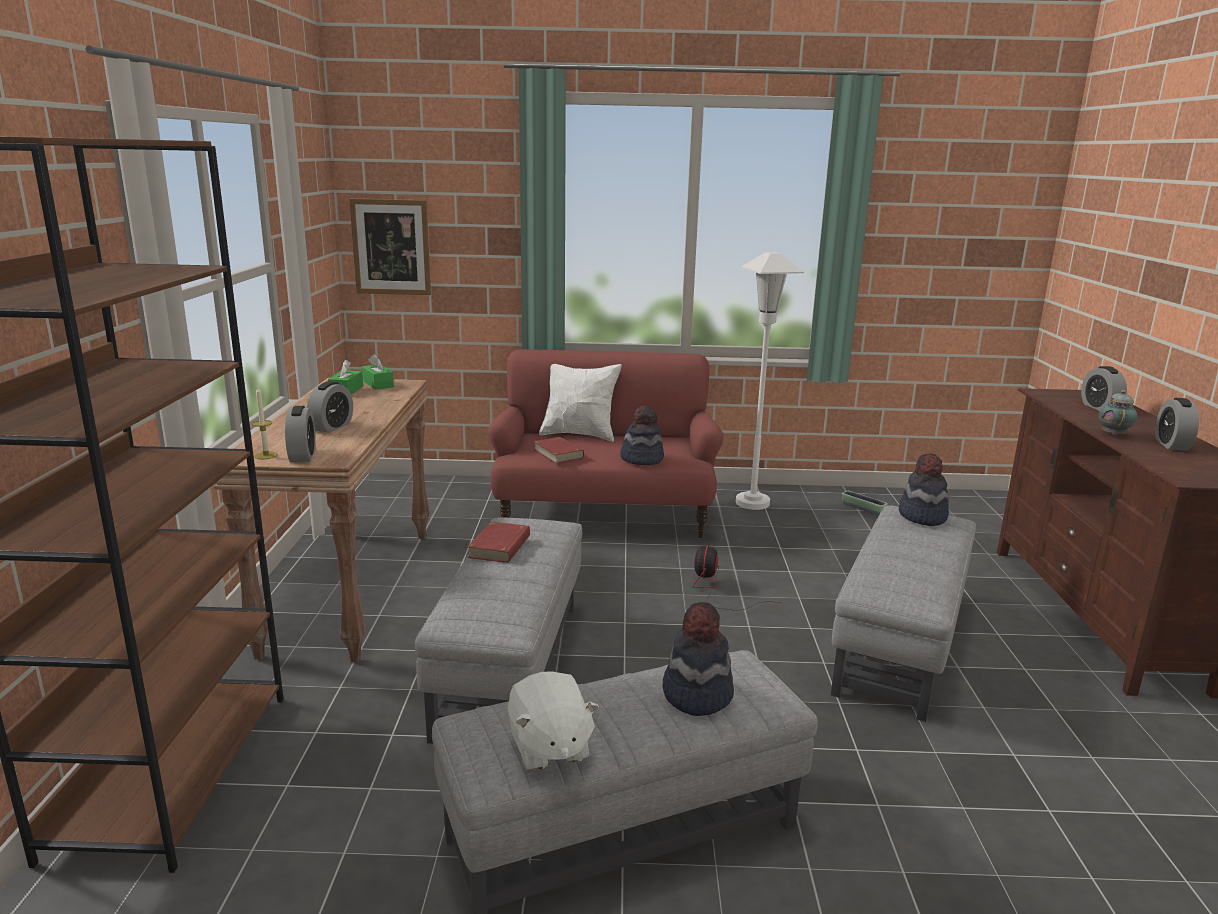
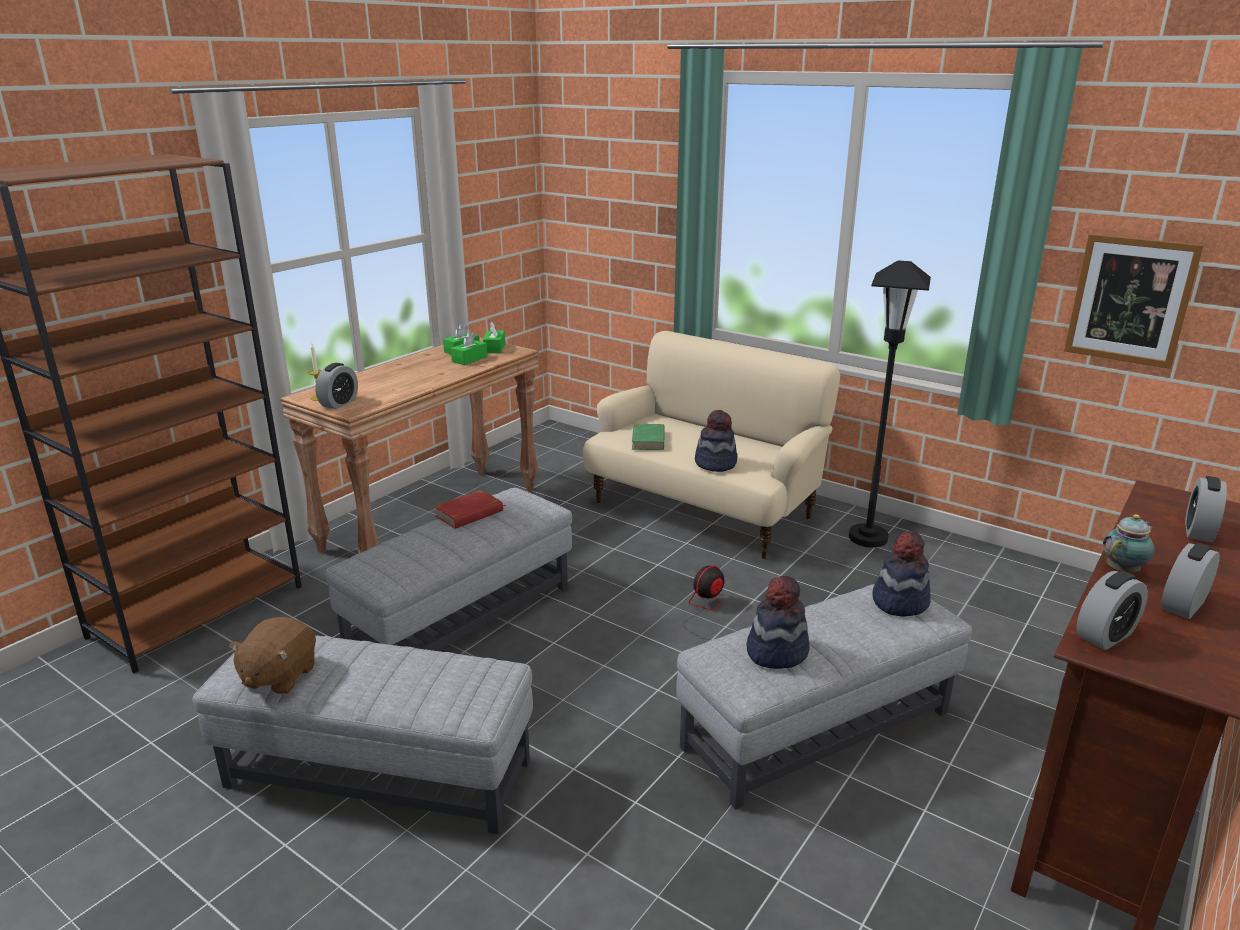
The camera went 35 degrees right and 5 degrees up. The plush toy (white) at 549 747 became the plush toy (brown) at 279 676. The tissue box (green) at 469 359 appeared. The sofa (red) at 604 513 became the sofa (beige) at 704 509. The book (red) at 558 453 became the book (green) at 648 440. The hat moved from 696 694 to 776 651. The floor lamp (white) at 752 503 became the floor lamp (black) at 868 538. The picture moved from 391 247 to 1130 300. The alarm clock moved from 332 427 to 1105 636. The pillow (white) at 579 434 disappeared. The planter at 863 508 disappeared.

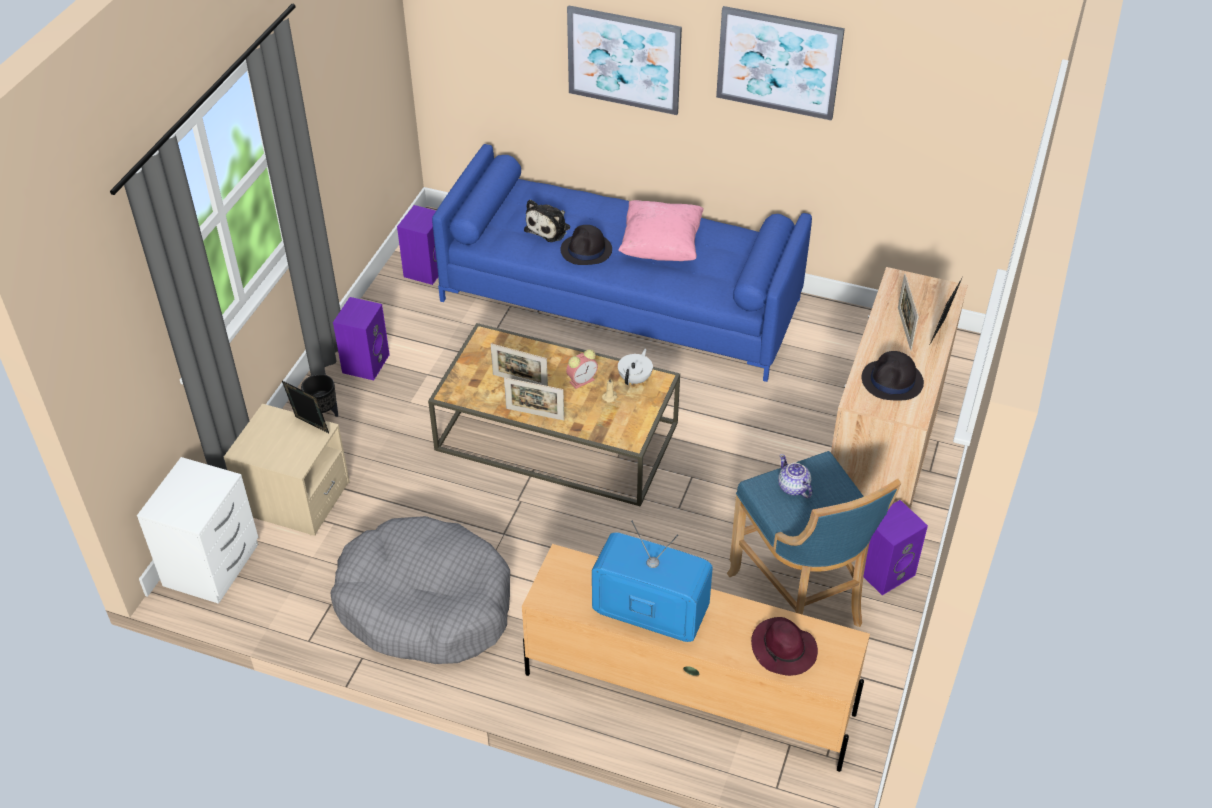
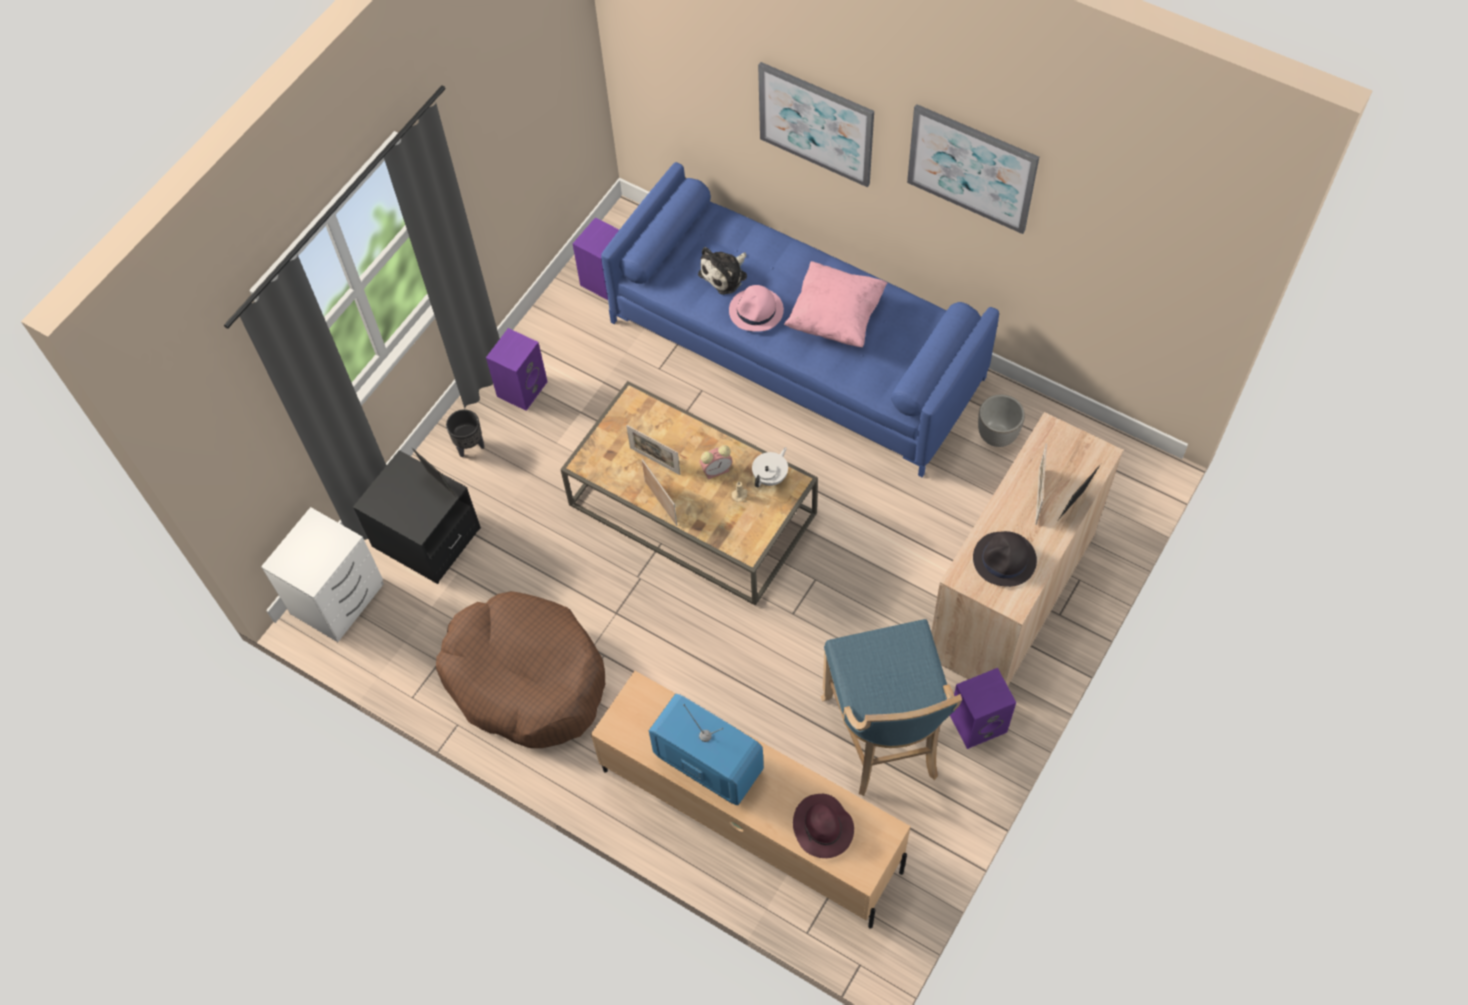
The camera went 15 degrees right and 15 degrees up. The nightstand (beige) at 295 498 became the nightstand (black) at 426 538. The dog bed (grey) at 425 604 became the dog bed (brown) at 526 678. The picture frame at 535 414 turned 150 degrees counterclockwise. The hat (black) at 586 250 became the hat (pink) at 756 311. The planter at 997 435 appeared. The teapot at 793 487 disappeared.

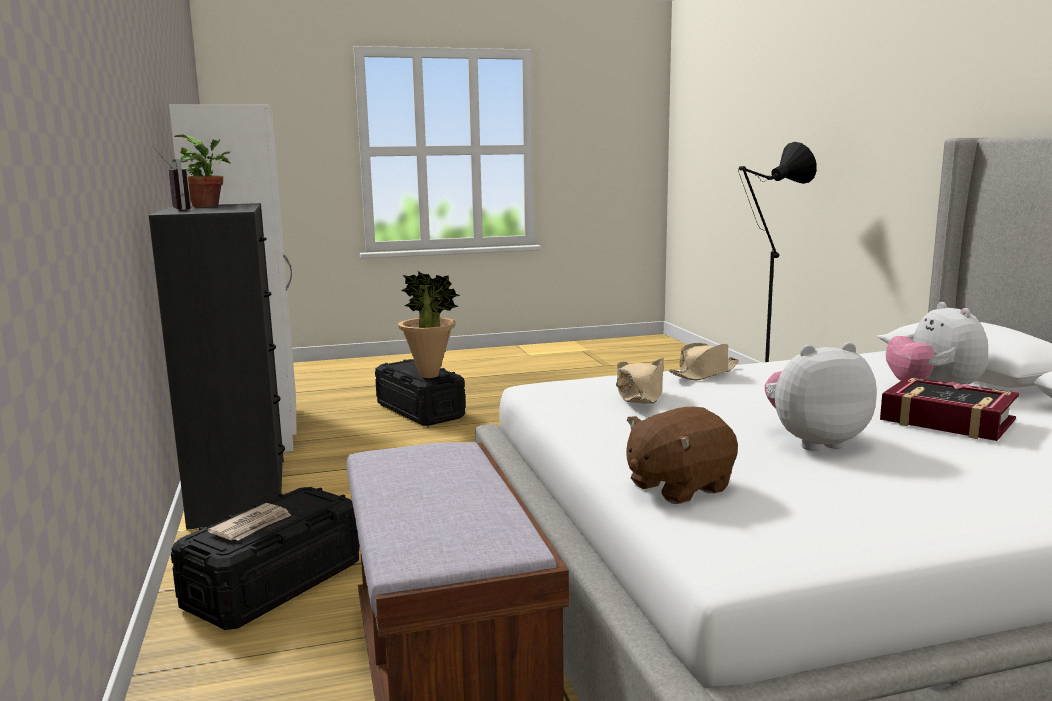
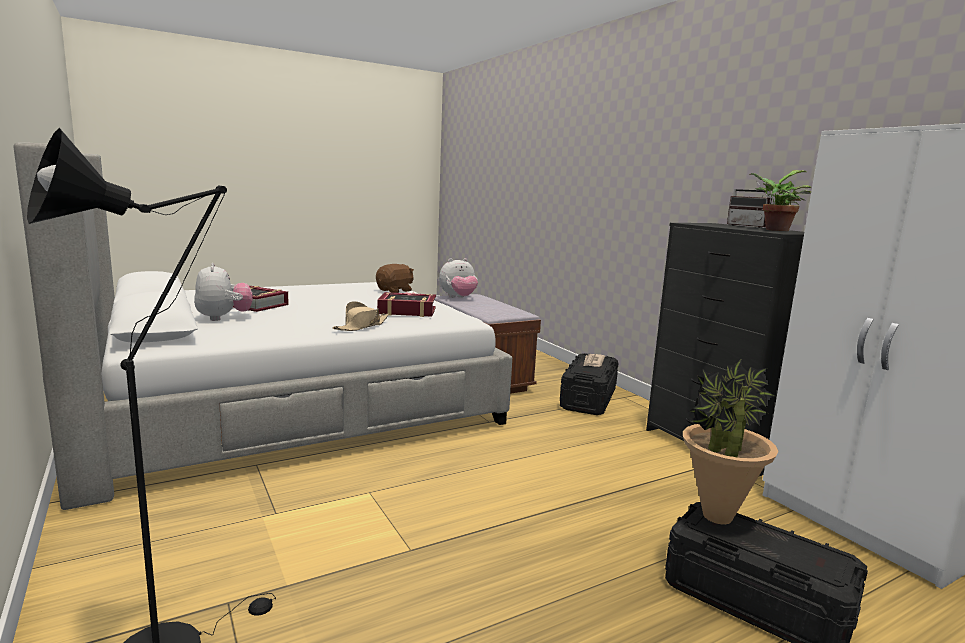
The camera went 165 degrees right and 0 degrees up. The hat (beige) at 640 394 was replaced by the book at 407 311. The plush toy moved from 814 442 to 458 298.

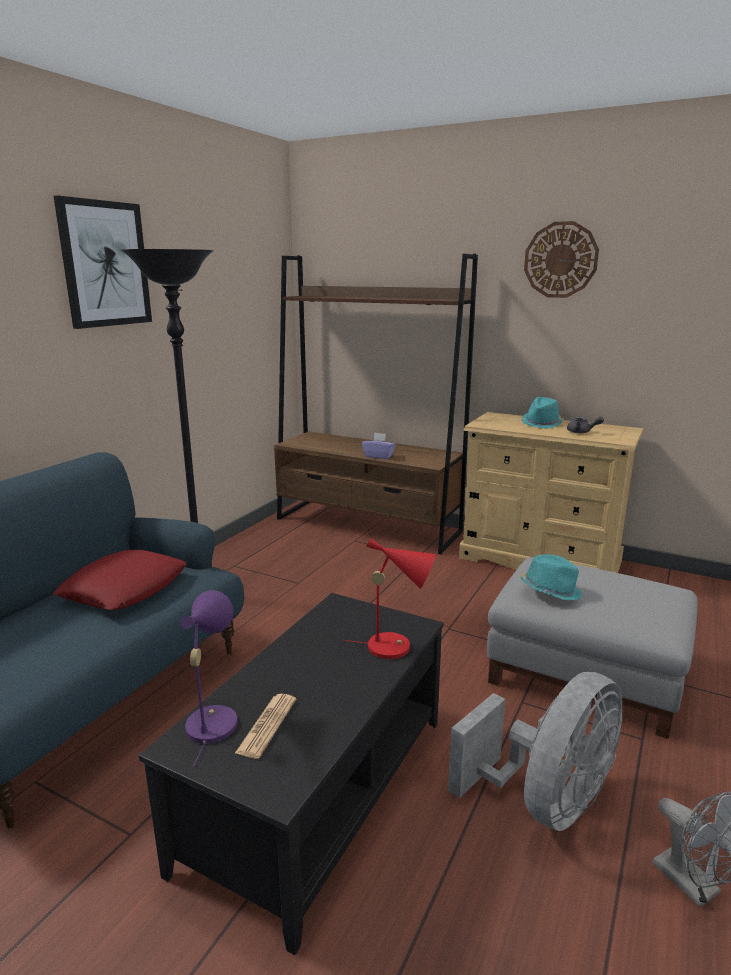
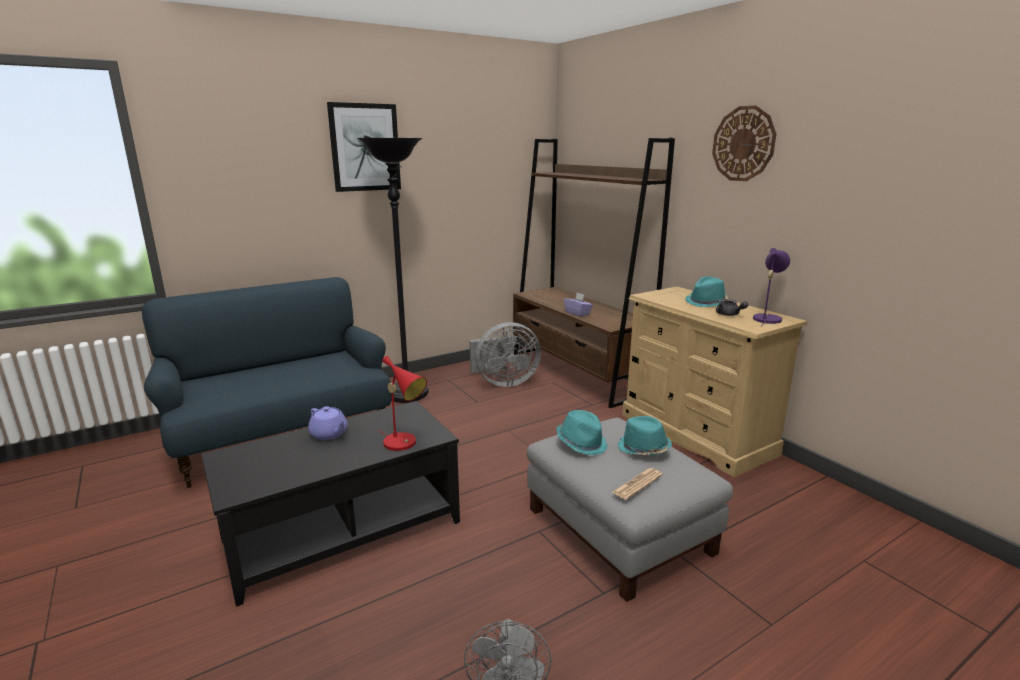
The camera went 30 degrees right and 0 degrees up. The teapot (purple) at 329 434 appeared. The fan (grey) moved from 546 802 to 503 382. The newspaper moved from 267 726 to 637 484. The hat (turquoise) at 643 449 appeared. The table lamp (purple) moved from 212 720 to 766 318. The pillow (red) at 125 588 disappeared.

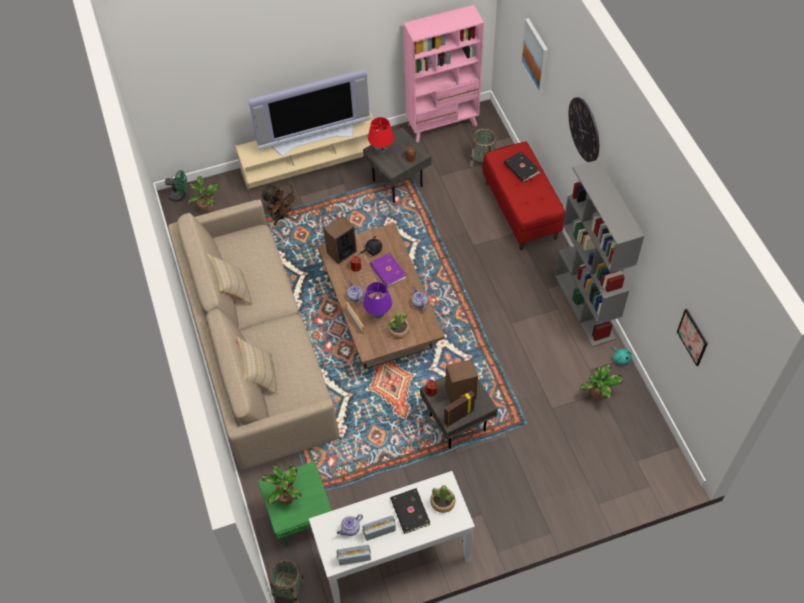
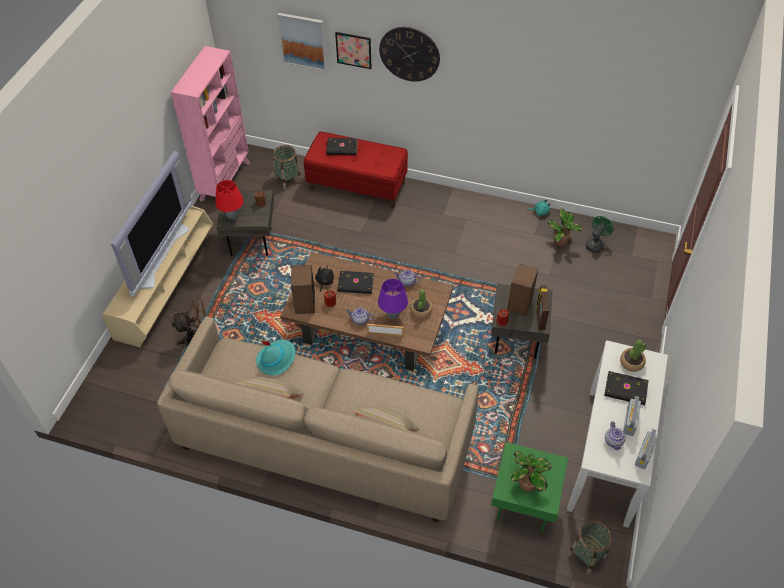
The camera went 55 degrees left and 5 degrees down. The hat (turquoise) at 276 359 appeared. The picture moved from 692 337 to 353 50. The book (purple) at 387 271 became the book (black) at 356 284. The fan (green) moved from 180 195 to 595 244. The potted plant at 207 208 disappeared. The bookcase (grey) at 585 307 disappeared.

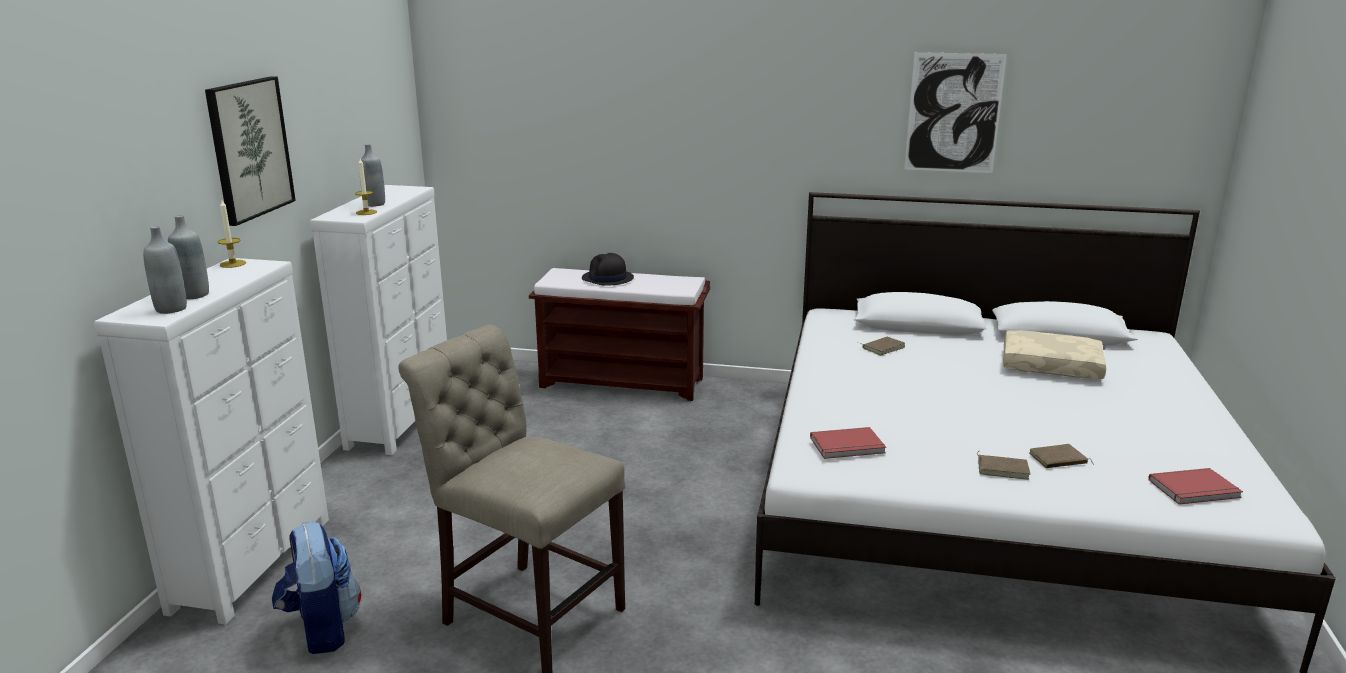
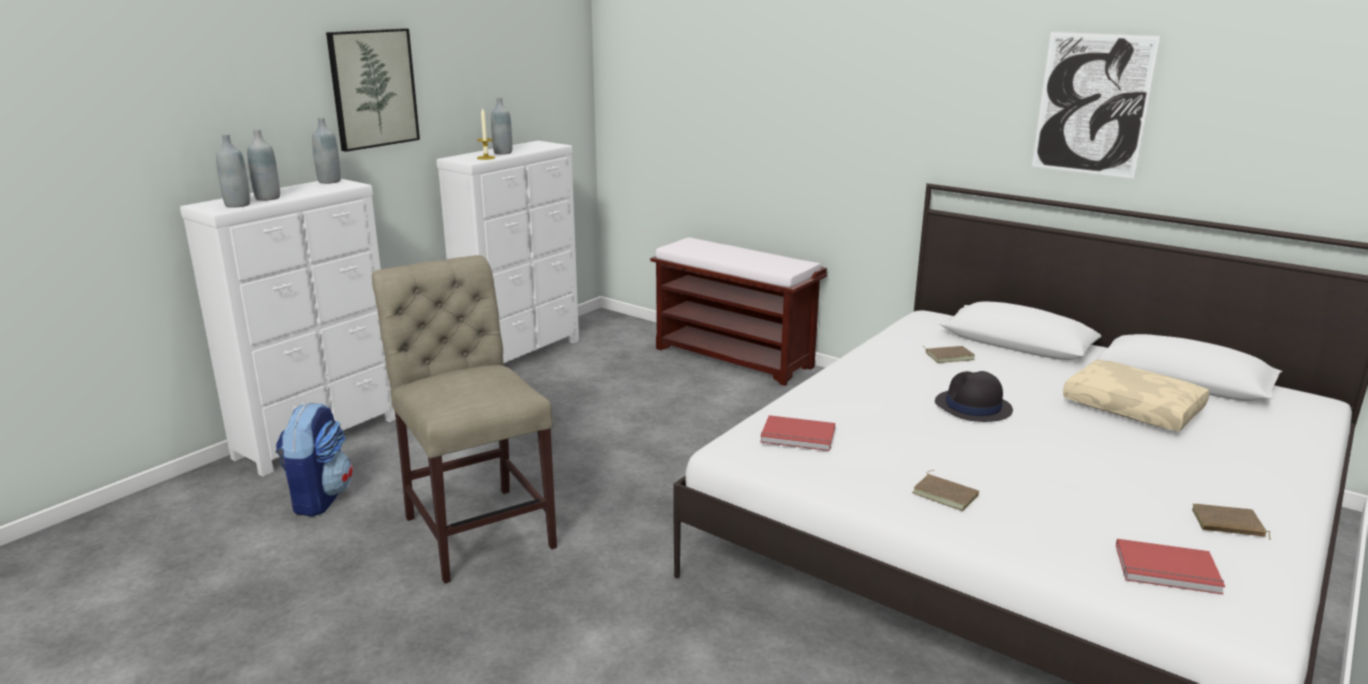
The camera went 25 degrees right and 0 degrees up. The candle at 233 264 was replaced by the bottle (grey) at 329 181. The hat (black) moved from 607 279 to 972 407. The book (brown) moved from 1058 460 to 1227 525.

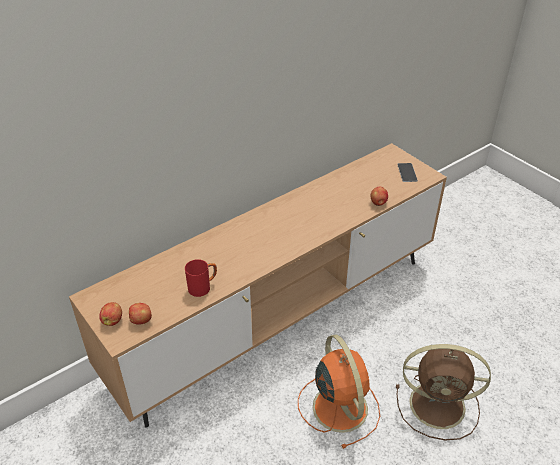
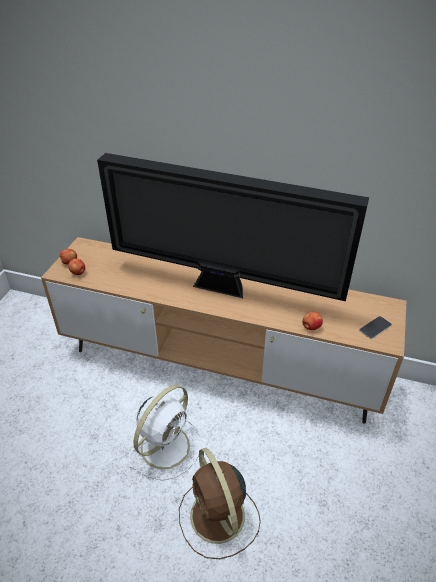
The camera went 55 degrees right and 0 degrees up. The television at 223 288 appeared. The fan (orange) at 339 406 became the fan (white) at 166 445. The mug (red) at 203 287 disappeared.

